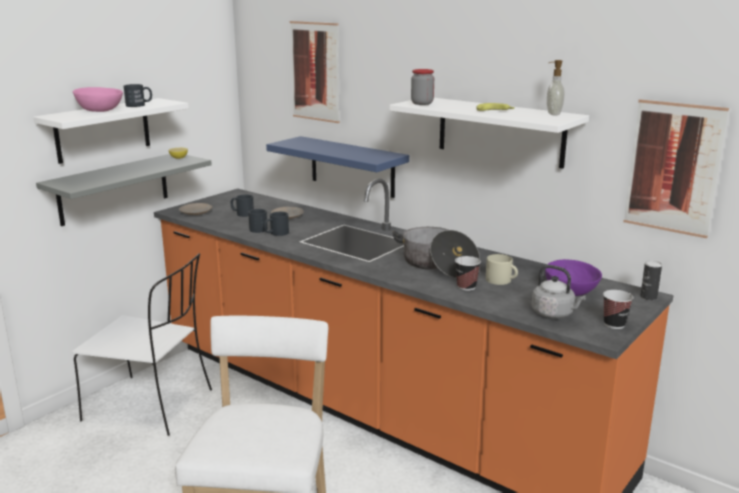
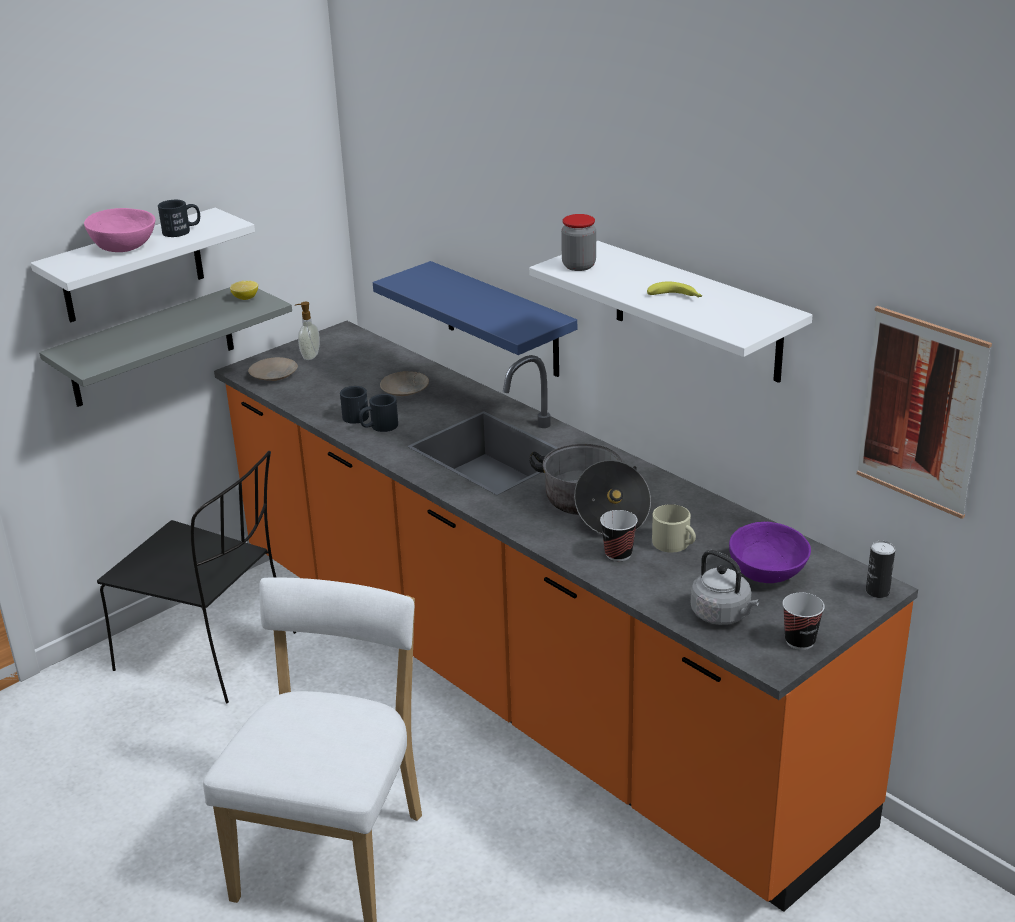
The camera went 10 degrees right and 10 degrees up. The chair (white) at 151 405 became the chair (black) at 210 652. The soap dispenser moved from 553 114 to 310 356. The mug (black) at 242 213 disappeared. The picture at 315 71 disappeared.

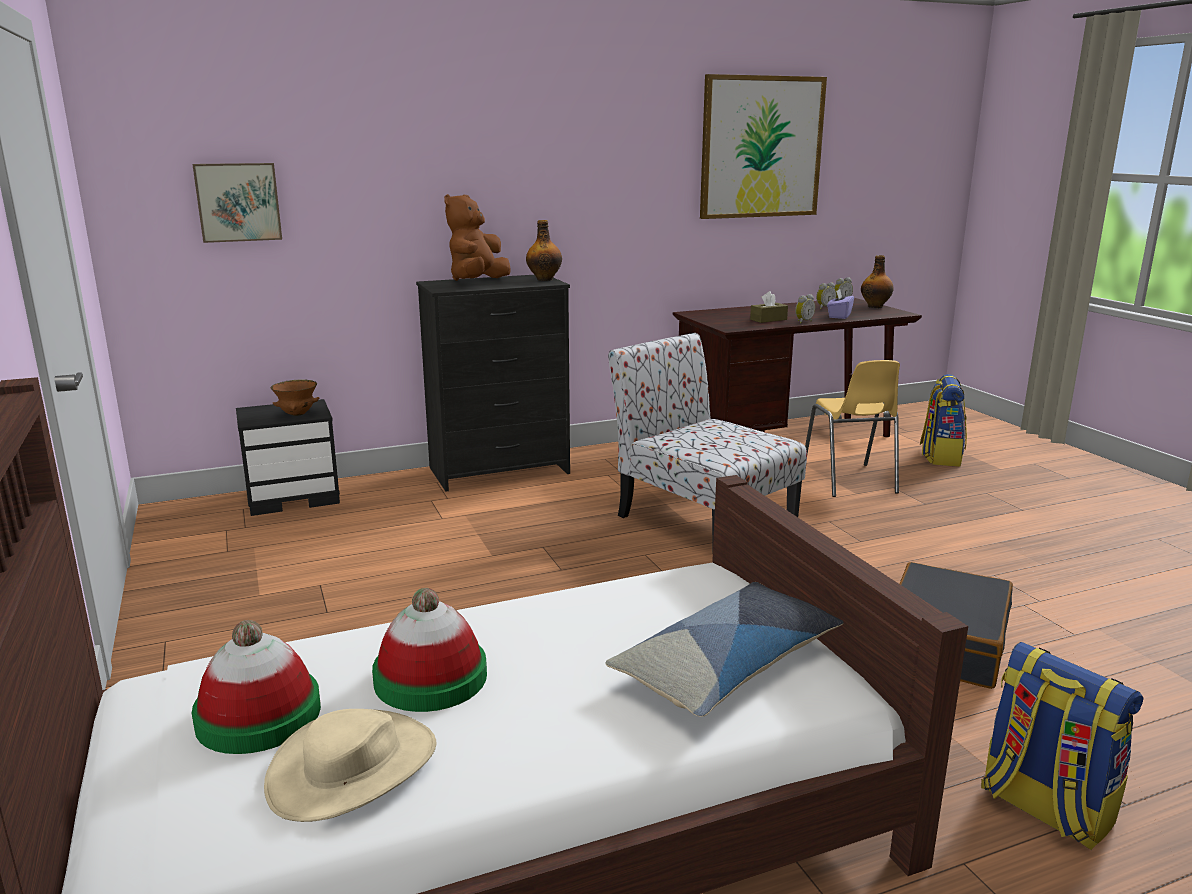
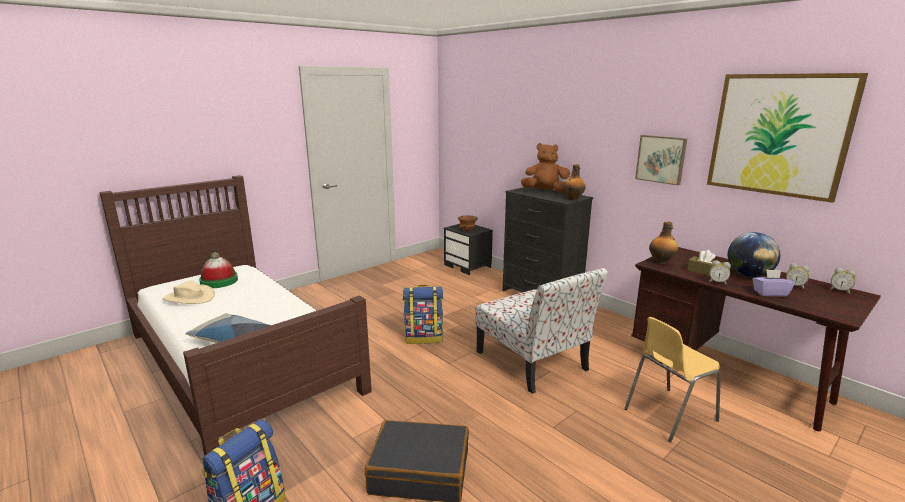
The camera went 70 degrees right and 0 degrees up. The backpack moved from 940 457 to 424 337. The chair at 702 519 turned 120 degrees clockwise. The picture moved from 238 202 to 661 159. The bottle moved from 875 306 to 661 262. The globe at 748 275 appeared. The hat at 430 678 disappeared.

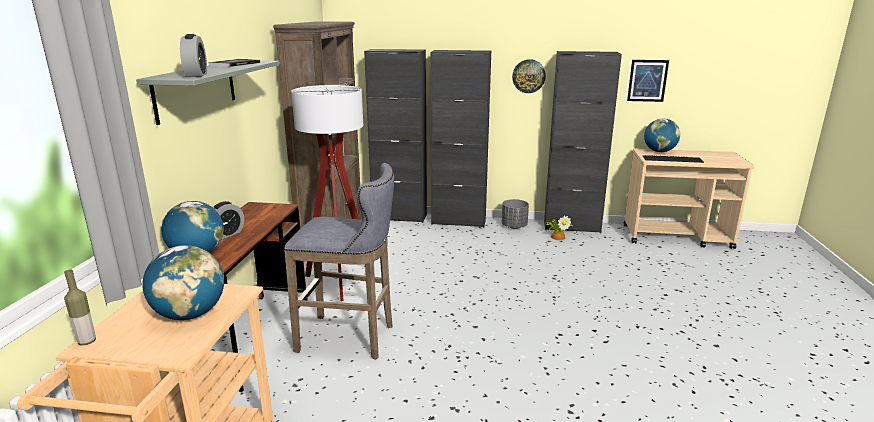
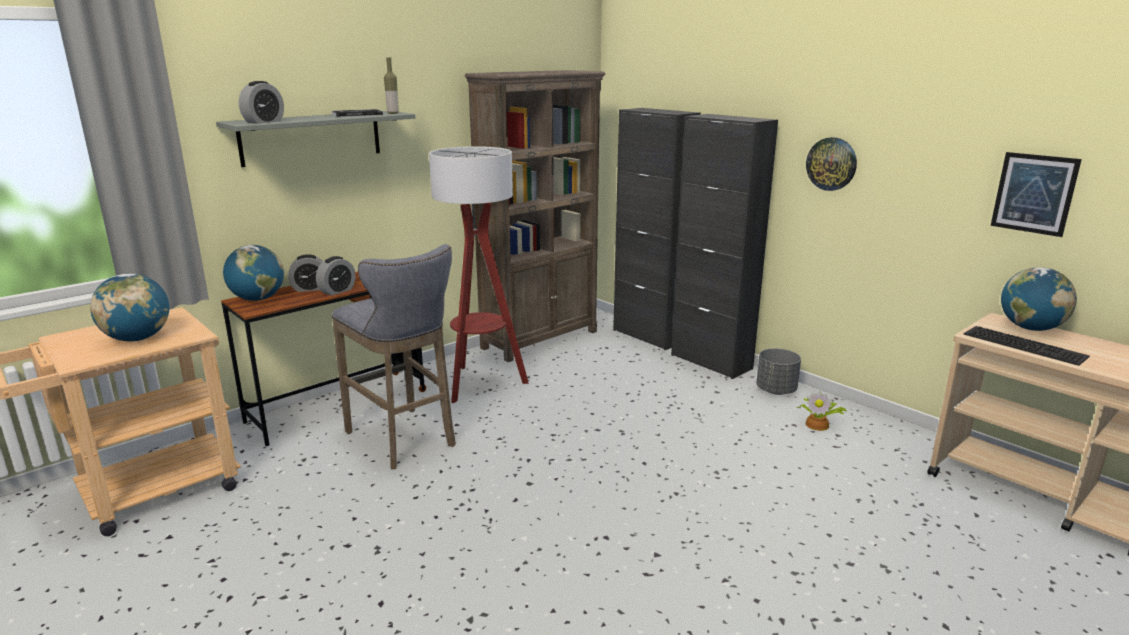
The camera went 40 degrees right and 0 degrees up. The alarm clock at 337 291 appeared. The bottle moved from 87 341 to 393 113. The cabinet (black) at 571 227 disappeared.

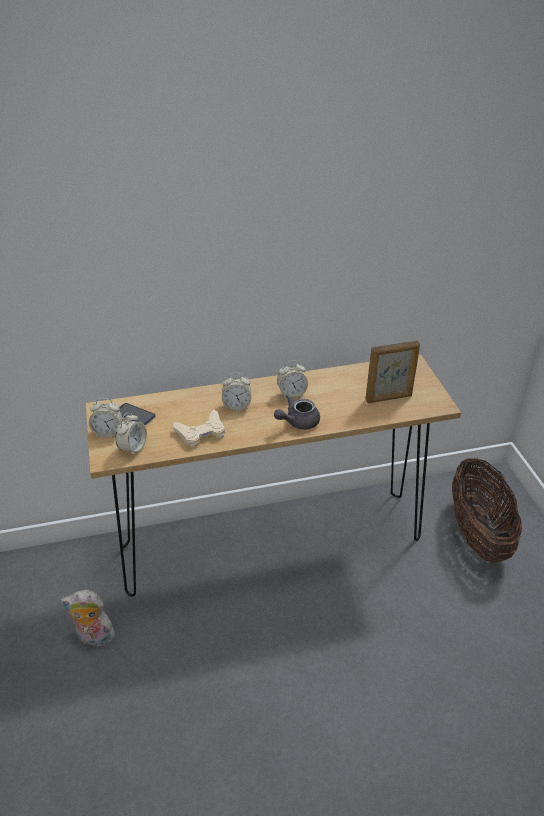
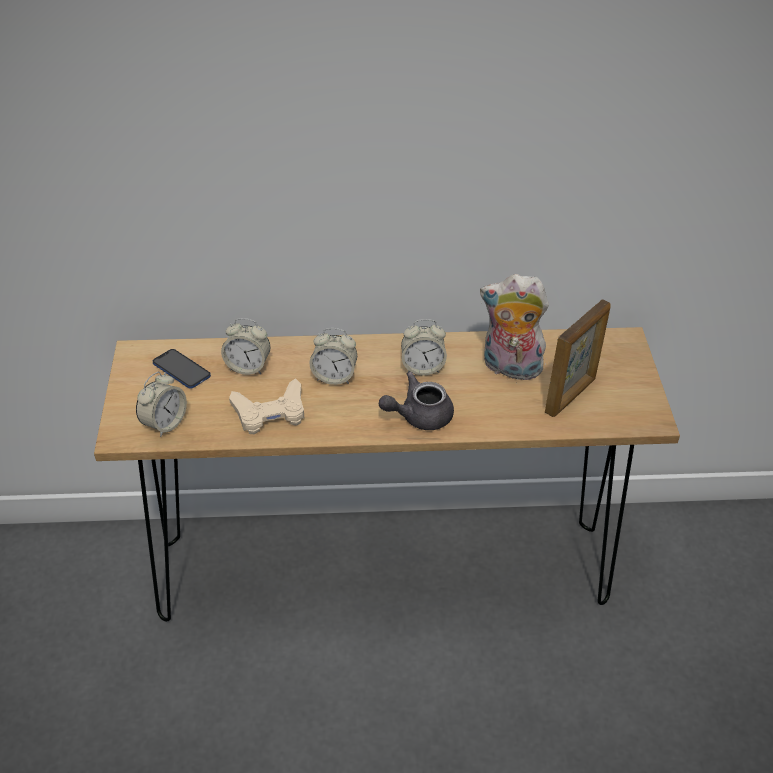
The camera went 10 degrees right and 5 degrees up. The alarm clock moved from 108 432 to 248 367. The plush toy moved from 93 637 to 509 368. The picture frame at 389 398 turned 45 degrees counterclockwise. The basket at 478 533 disappeared.

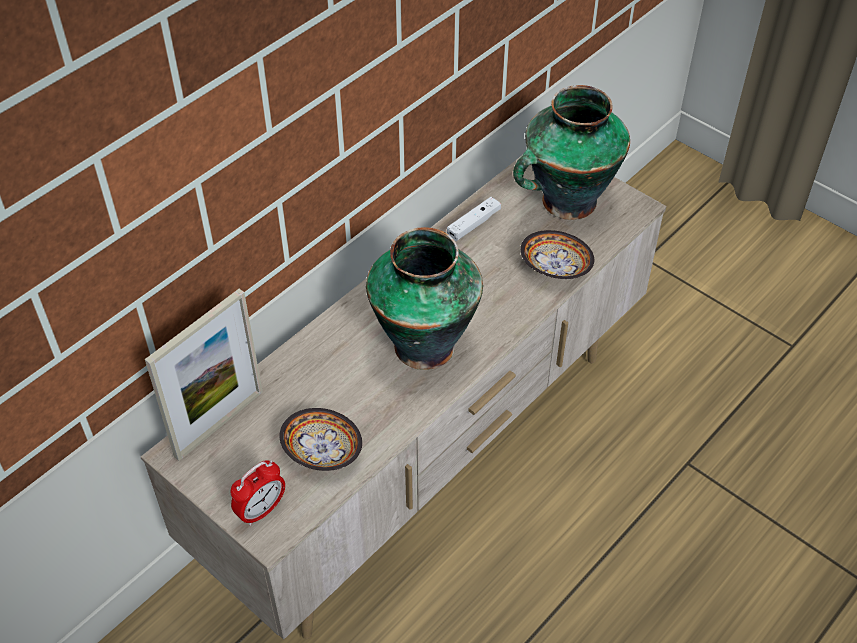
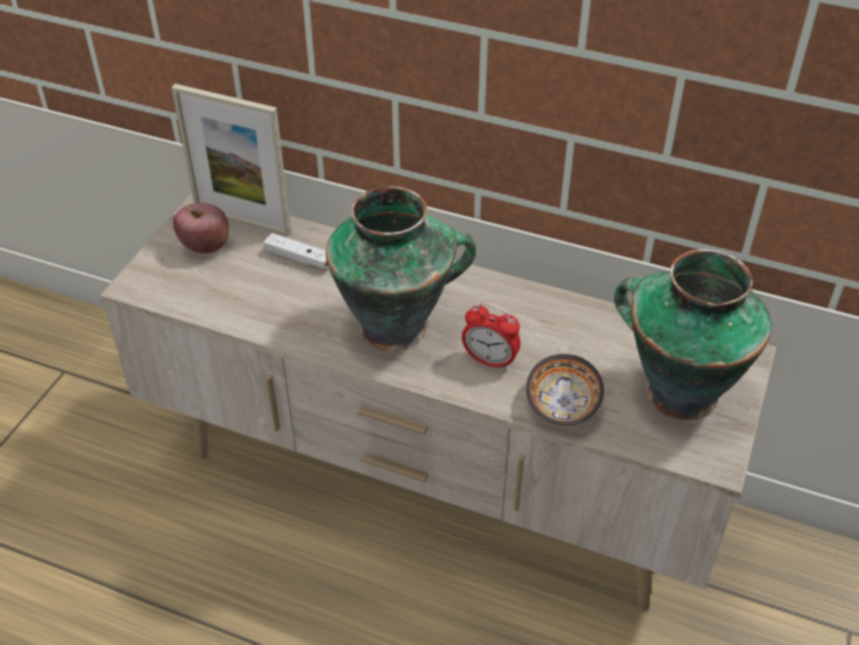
The camera went 70 degrees right and 5 degrees down. The apple at 205 246 appeared. The game controller (white) moved from 473 224 to 298 258. The alarm clock moved from 261 510 to 490 360. The bowl at 321 450 disappeared.

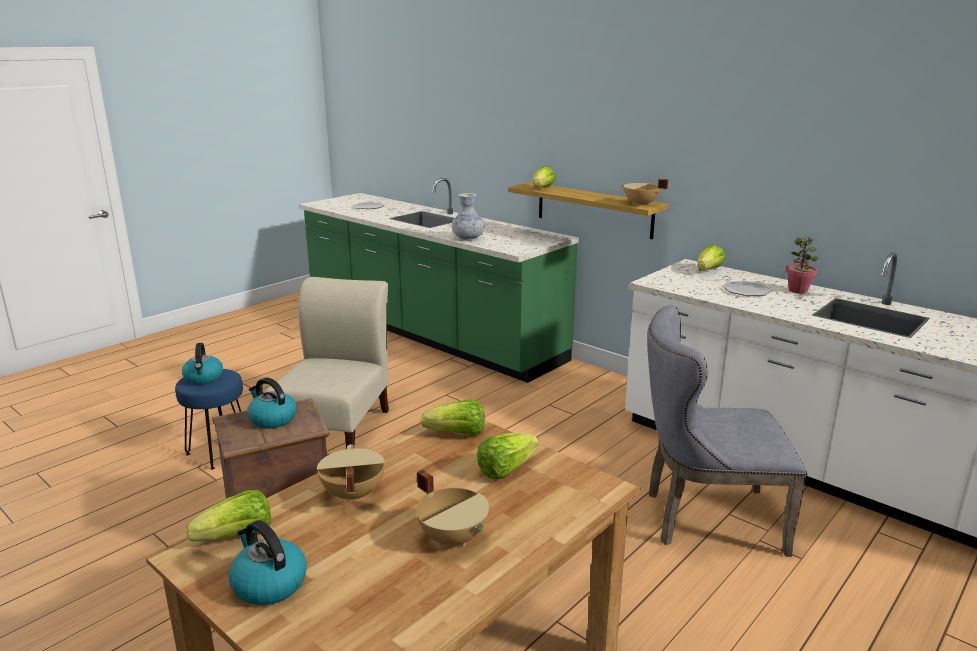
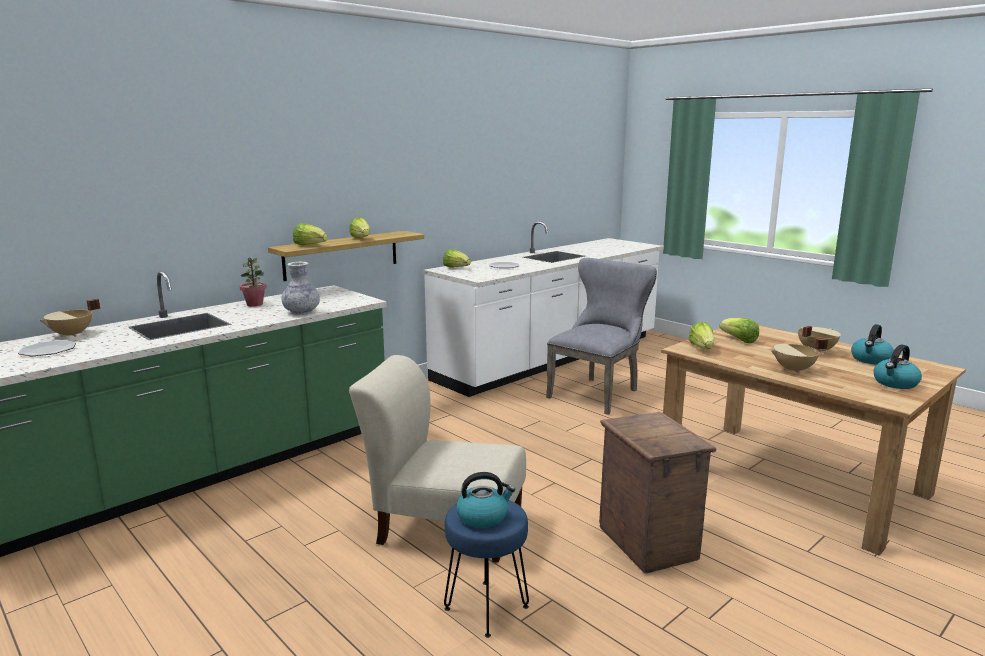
The camera went 85 degrees left and 5 degrees down. The cooking pot (beige) moved from 640 204 to 72 335. The potted plant moved from 798 290 to 255 304. The lettuce moved from 237 537 to 361 239. The chair (grey) at 704 519 turned 150 degrees counterclockwise. The kettle moved from 272 419 to 871 360.

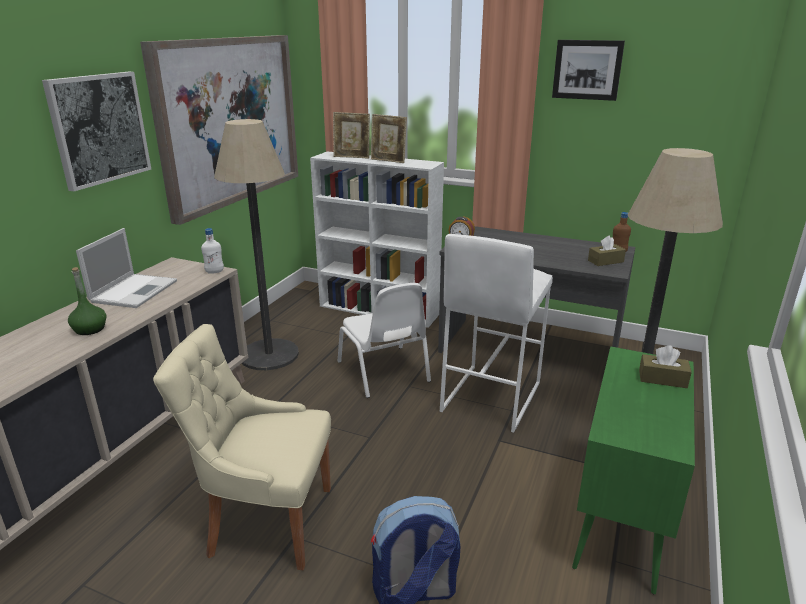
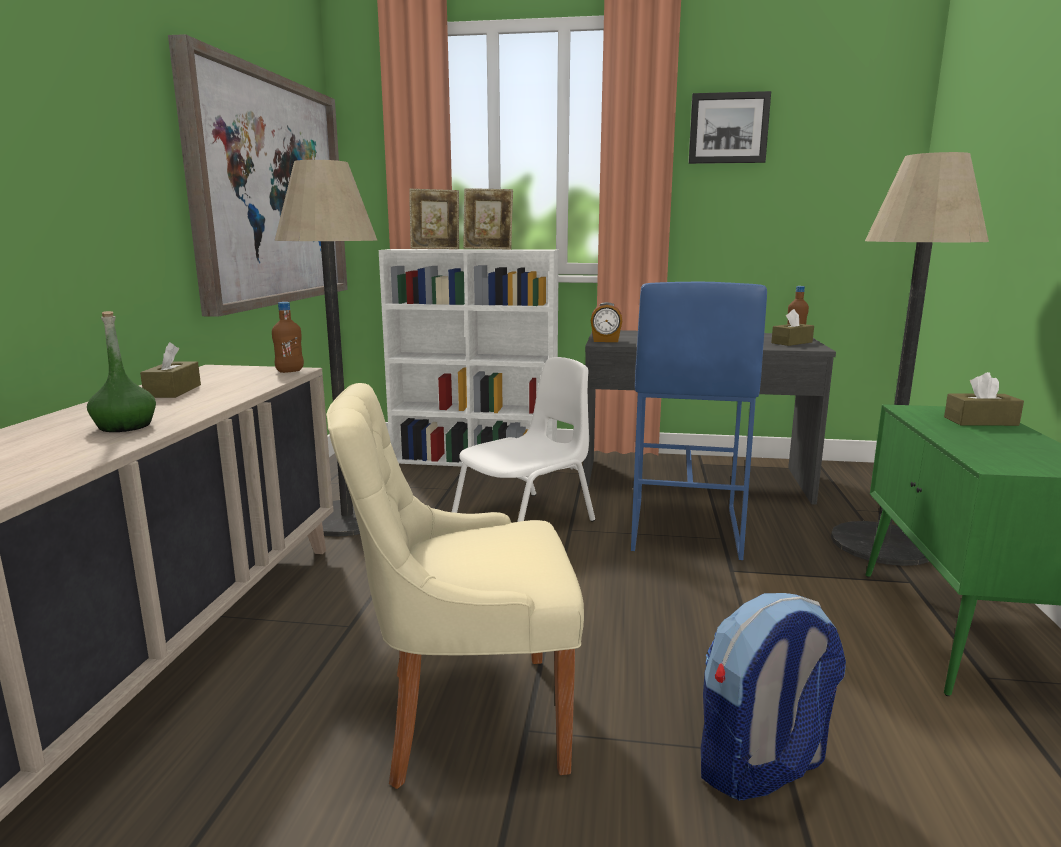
The camera went 15 degrees left and 10 degrees down. The laptop at 135 290 was replaced by the tissue box (brown) at 173 391. The bottle (white) at 214 272 became the bottle (brown) at 290 371. The chair (white) at 384 372 turned 90 degrees counterclockwise. The stool (white) at 489 397 became the stool (blue) at 683 528. The picture at 99 129 disappeared.

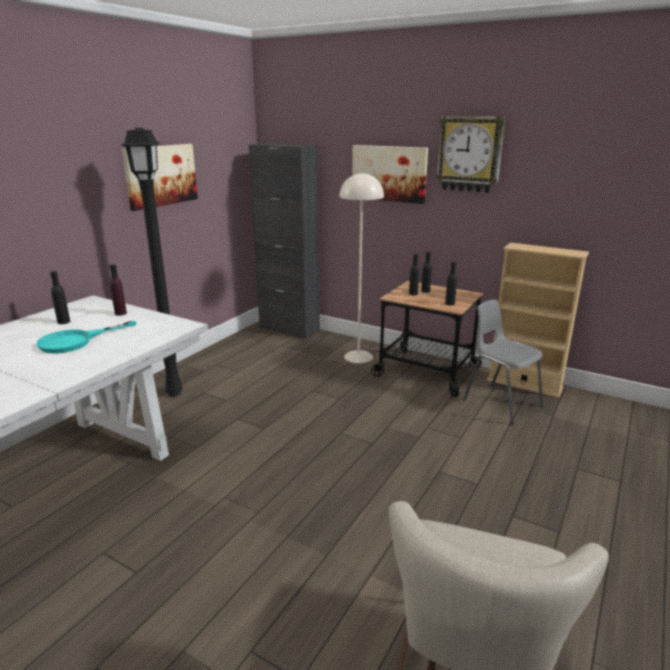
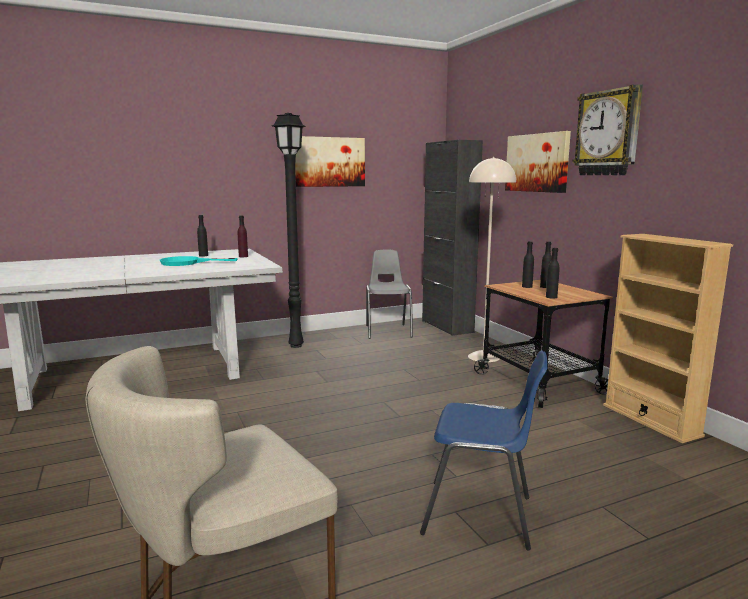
The camera went 35 degrees right and 10 degrees down. The chair (grey) moved from 500 402 to 388 331. The chair (blue) at 481 515 appeared.

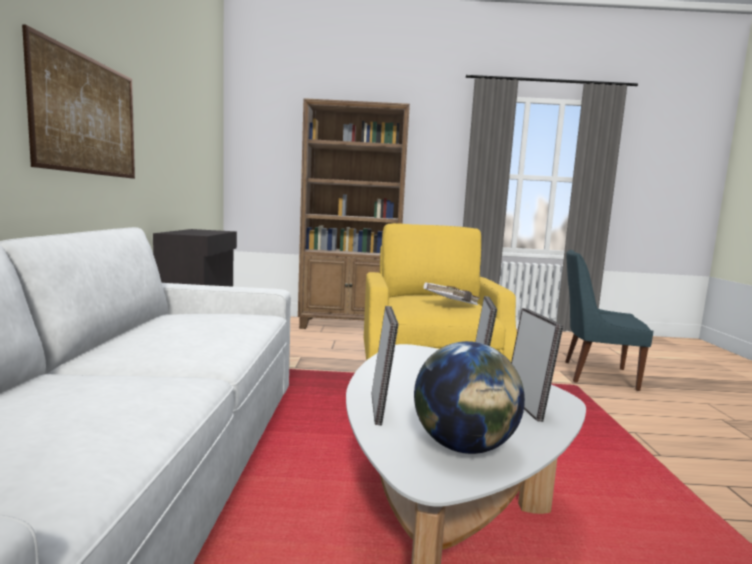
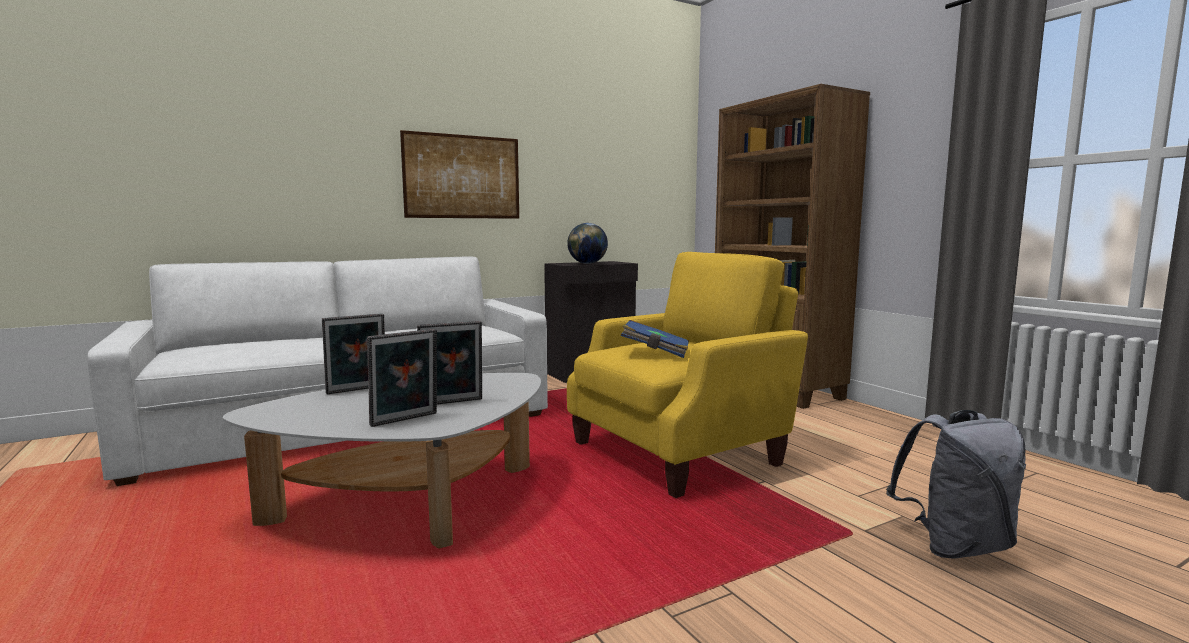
The camera went 60 degrees right and 0 degrees up. The globe moved from 463 446 to 587 263. The book (white) at 452 305 became the book (blue) at 655 352. The chair (blue) at 595 375 was replaced by the backpack (grey) at 955 546.

